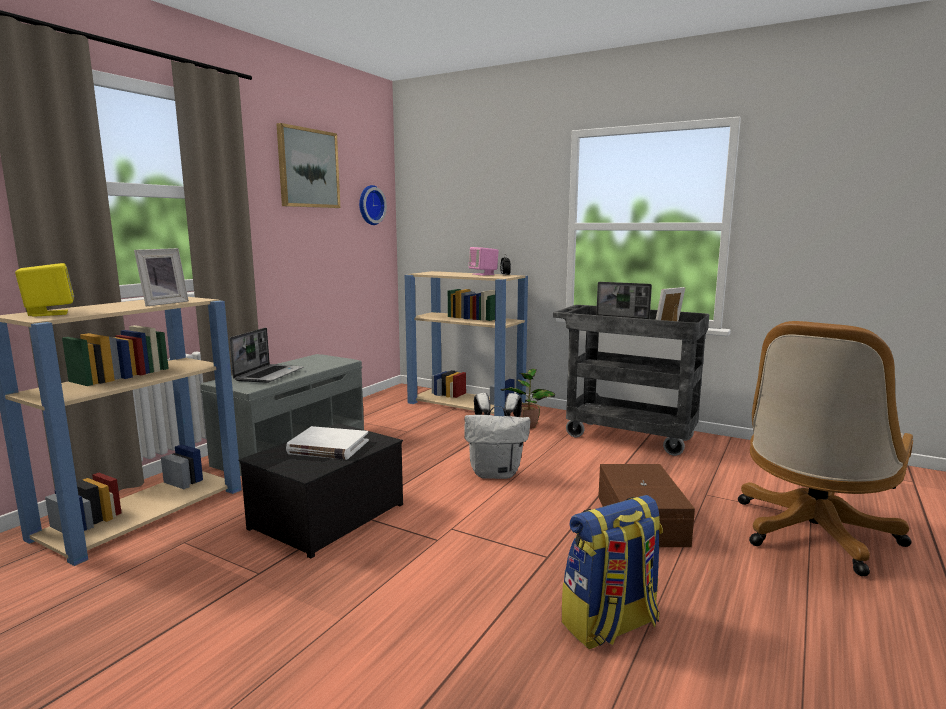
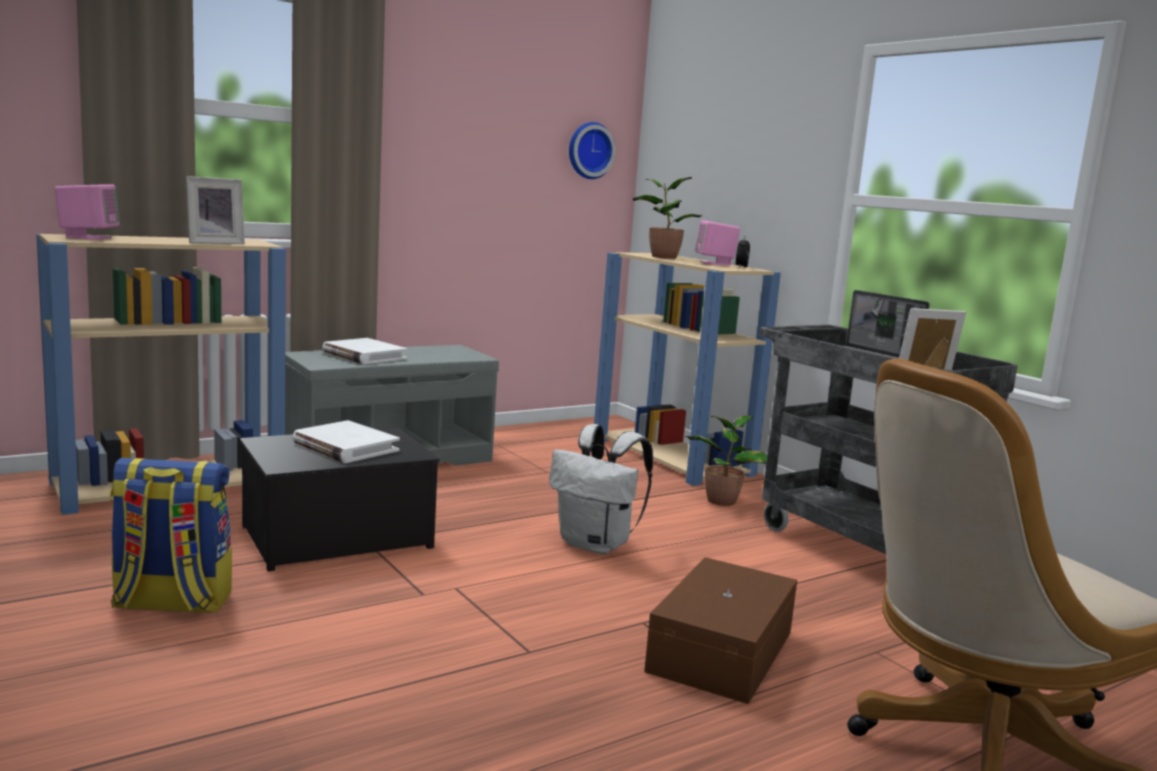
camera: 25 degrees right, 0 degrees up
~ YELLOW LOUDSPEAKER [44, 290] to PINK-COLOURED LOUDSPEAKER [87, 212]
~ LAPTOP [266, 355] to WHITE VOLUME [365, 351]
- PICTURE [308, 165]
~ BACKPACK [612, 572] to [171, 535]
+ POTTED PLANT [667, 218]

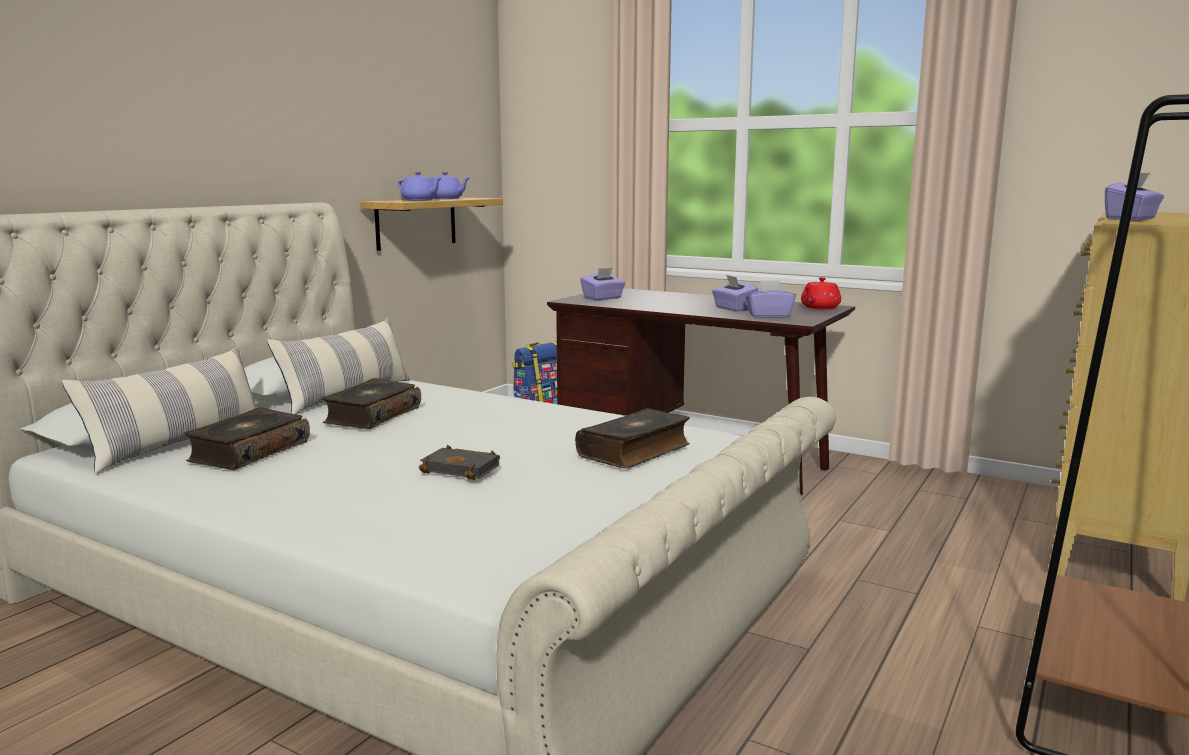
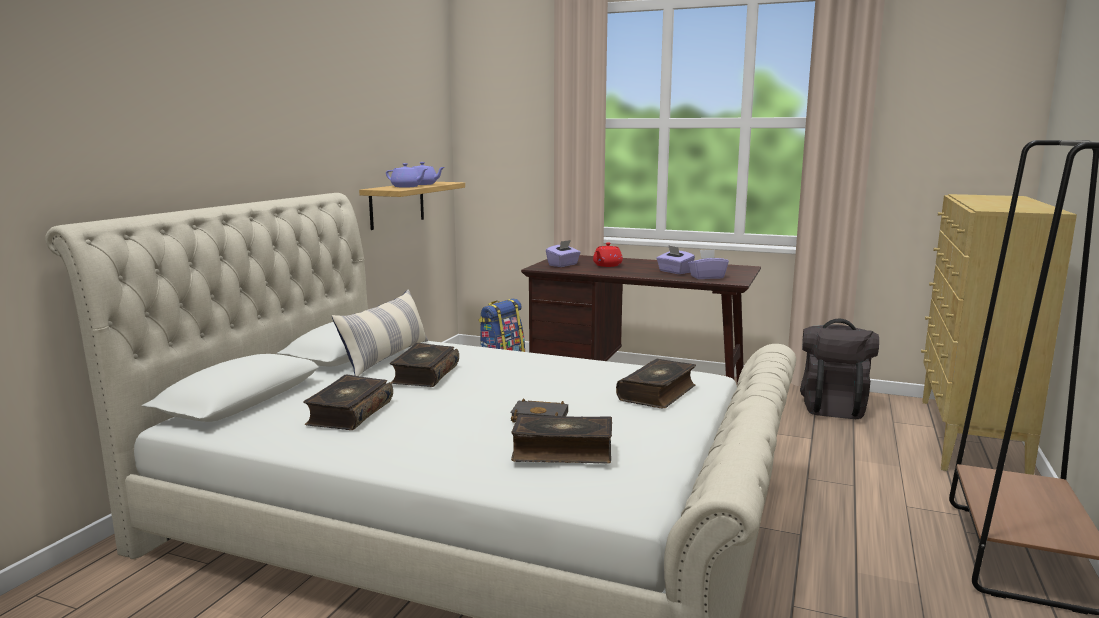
camera: 10 degrees left, 0 degrees up
- THROW PILLOW [159, 410]
~ RED-COLOURED TEAPOT [821, 293] to [608, 254]
- PURPLISH TISSUE HOLDER [1134, 196]
+ VOLUME [561, 439]
+ BLACK BACKPACK [839, 369]

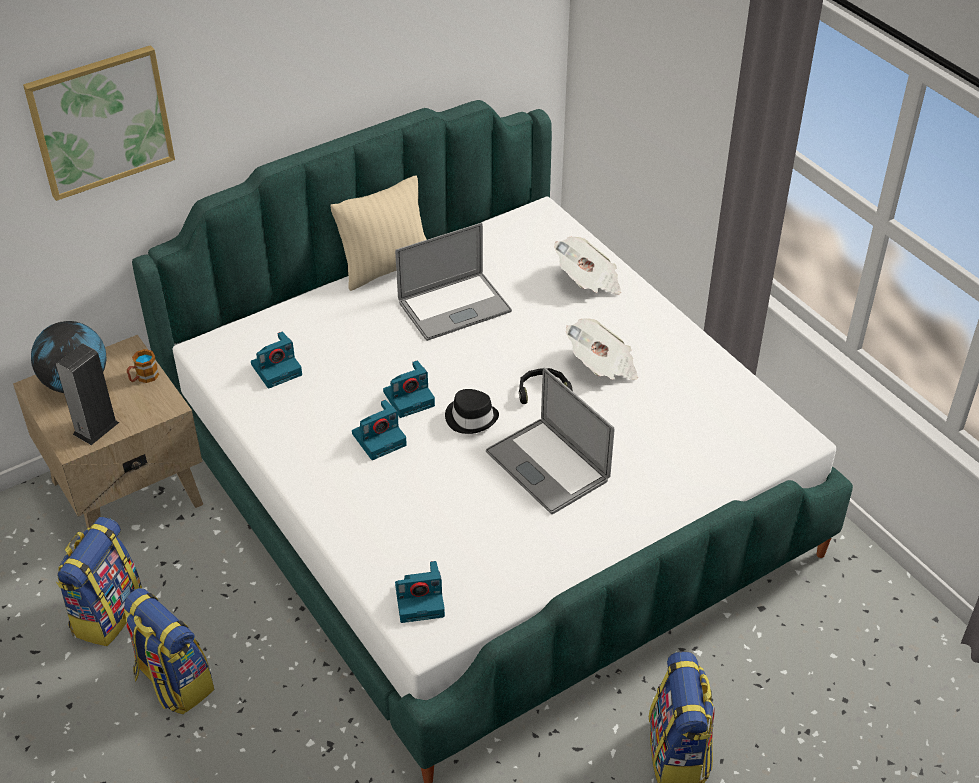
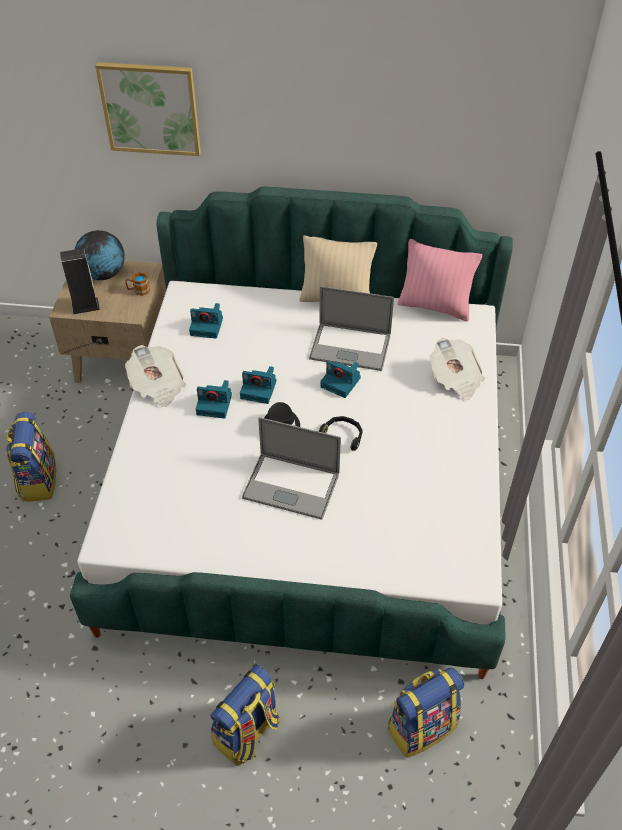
camera: 40 degrees right, 5 degrees up
~ BACKPACK [99, 581] to [426, 712]
~ PHOTO CAMERA [420, 592] to [340, 379]
~ LAPTOP [550, 440] = [291, 468] 75 degrees counterclockwise
~ DAILY PAPER [602, 349] to [155, 376]
+ PINK-COLOURED THROW PILLOW [439, 280]

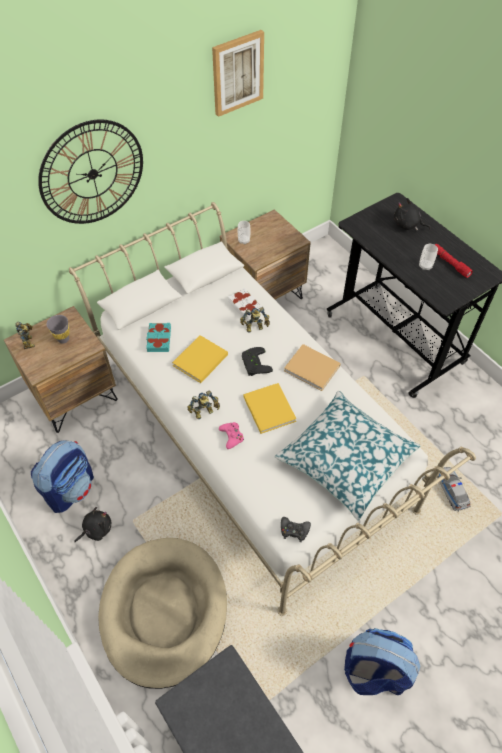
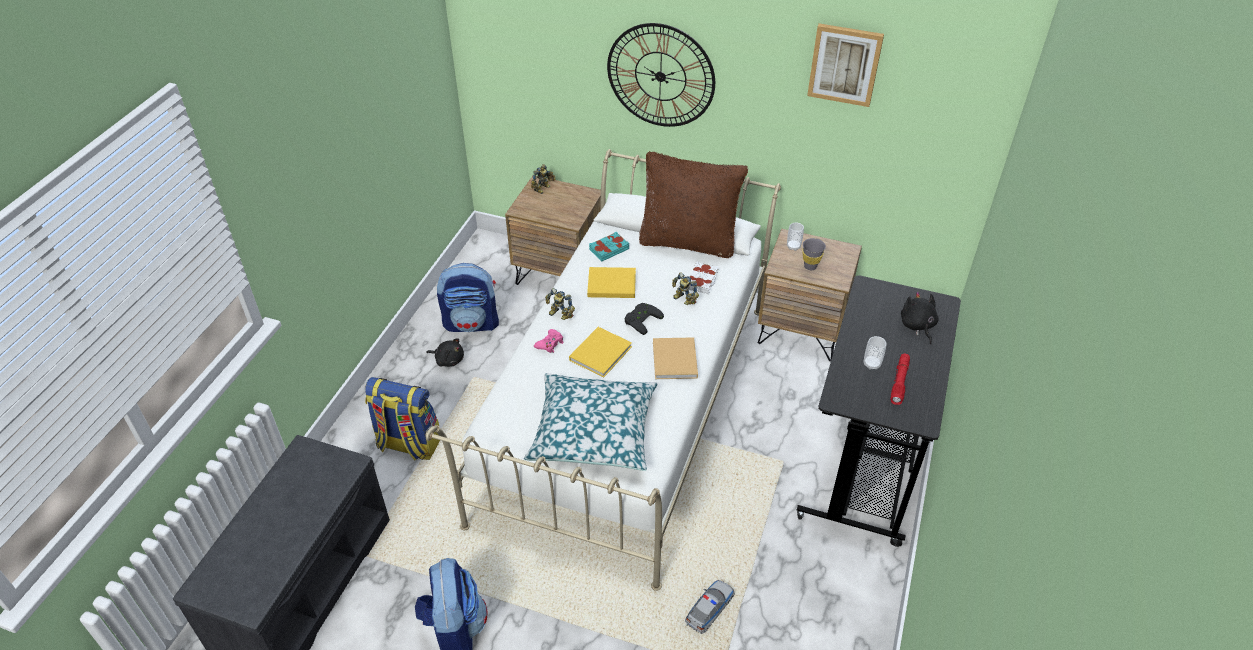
camera: 55 degrees right, 10 degrees down
~ GRAY CUP [57, 329] to [814, 254]
~ BEIGE PET BED [162, 613] to BACKPACK [402, 418]
- BLACK GAME CONTROLLER [296, 529]
+ BROWNISH THROW PILLOW [693, 205]

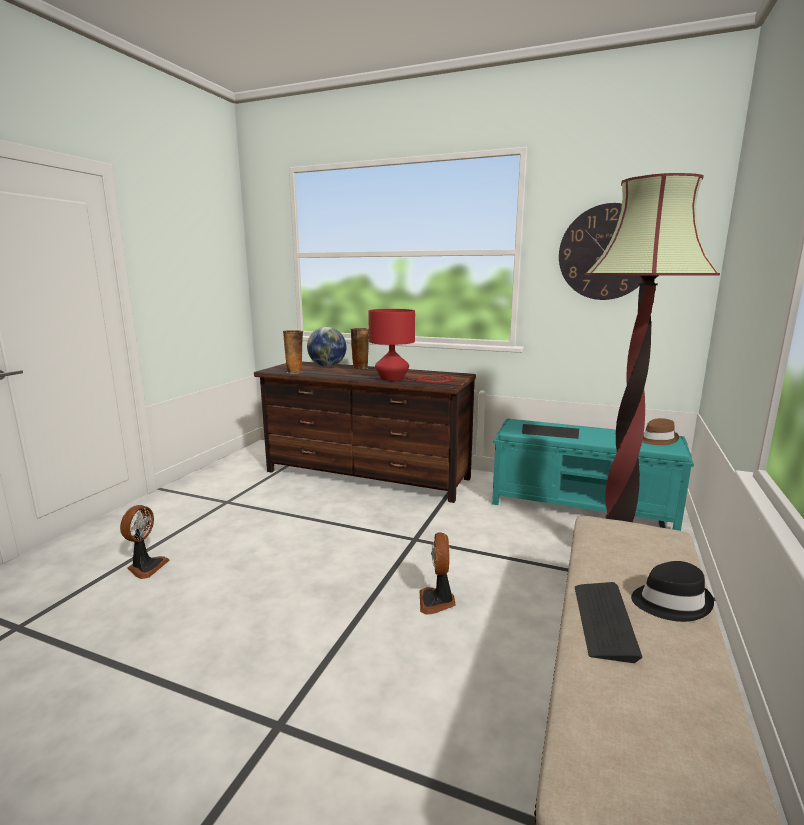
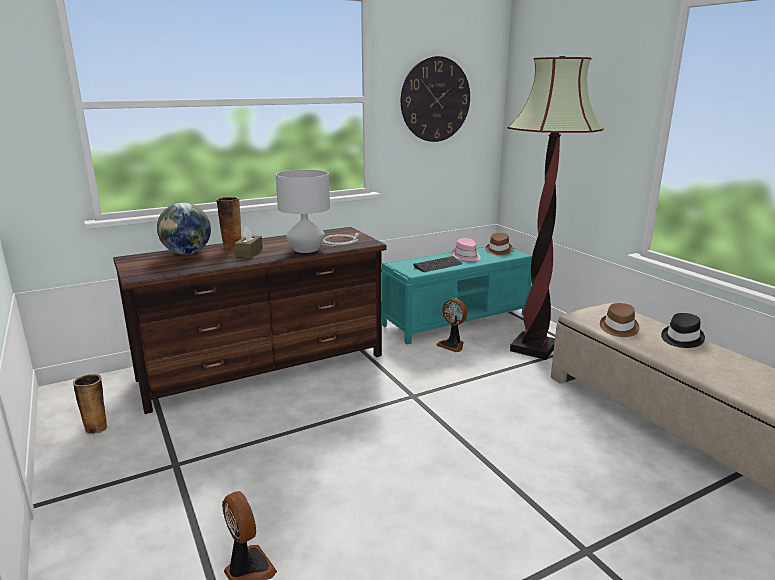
camera: 50 degrees left, 5 degrees up
~ DECORATIVE VASE [293, 352] to [90, 404]
~ RED-COLOURED TABLE LAMP [411, 345] to GRAY TABLE LAMP [317, 211]
~ COOLING FAN [437, 573] to [451, 325]
- COMPUTER KEYBOARD [609, 622]
+ BROWNISH TISSUE HOLDER [248, 242]
+ PINK-COLOURED HAT [466, 249]
+ BROWNISH HAT [619, 320]

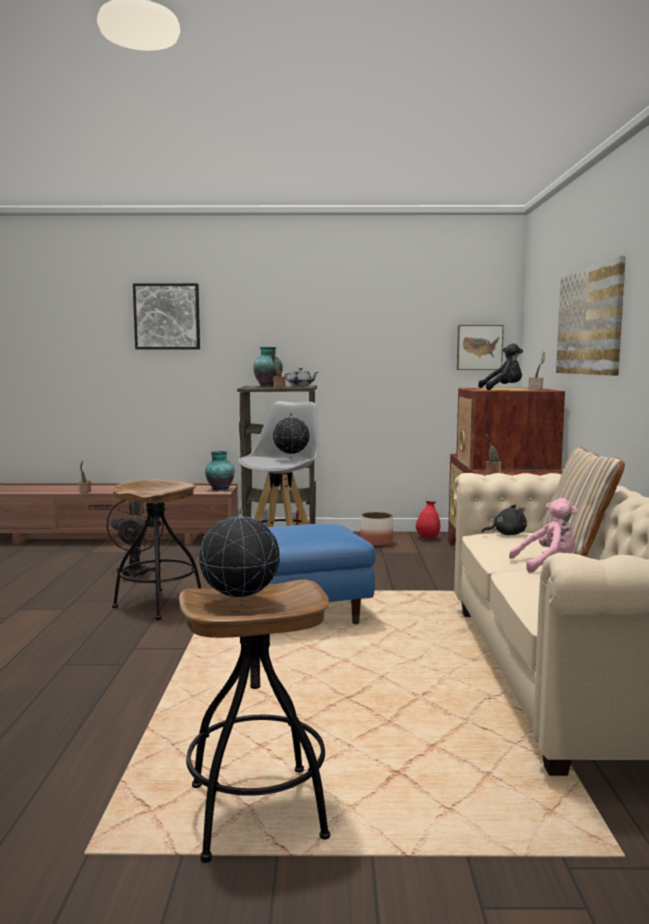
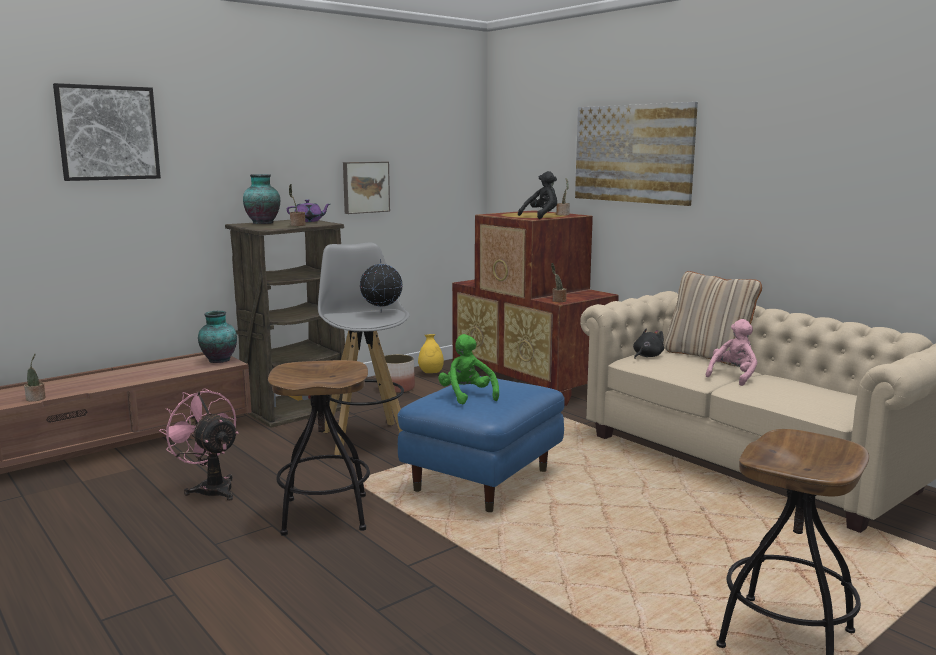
camera: 40 degrees left, 5 degrees up
~ BLACK COOLING FAN [135, 539] to PINK-COLOURED COOLING FAN [198, 444]
- DESK GLOBE [239, 556]
~ GRAY TEAPOT [301, 377] to PURPLISH TEAPOT [308, 211]
~ RED-COLOURED DECORATIVE VASE [428, 519] to YELLOW DECORATIVE VASE [431, 353]
~ PICTURE [480, 347] to [366, 188]
+ GREENISH CUDDLY TOY [468, 369]

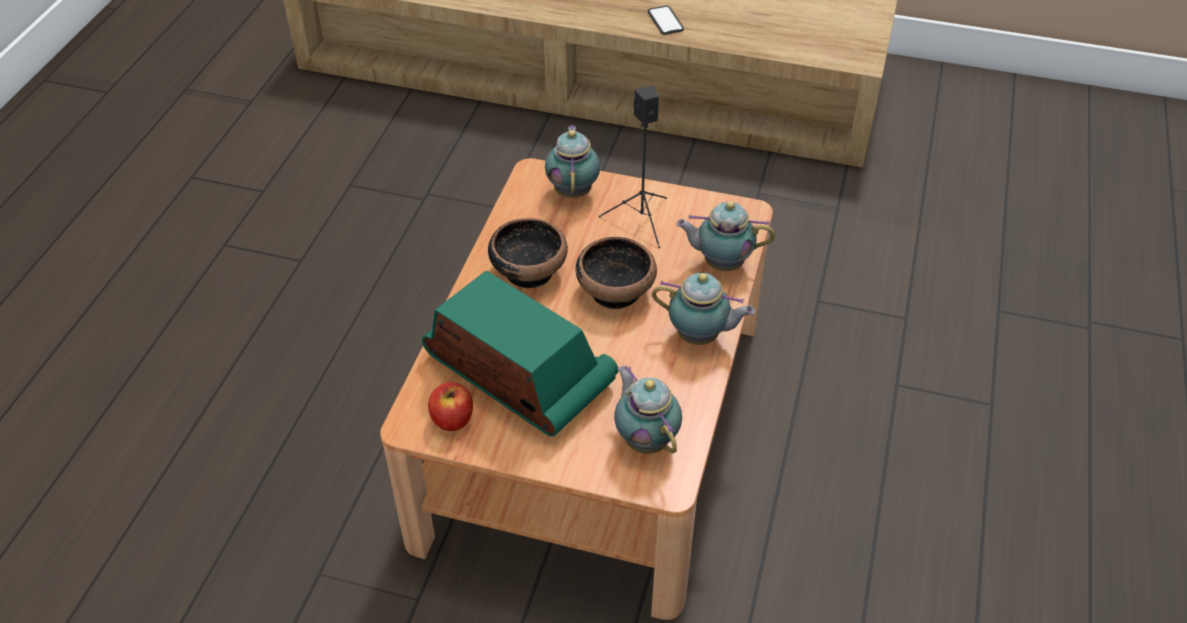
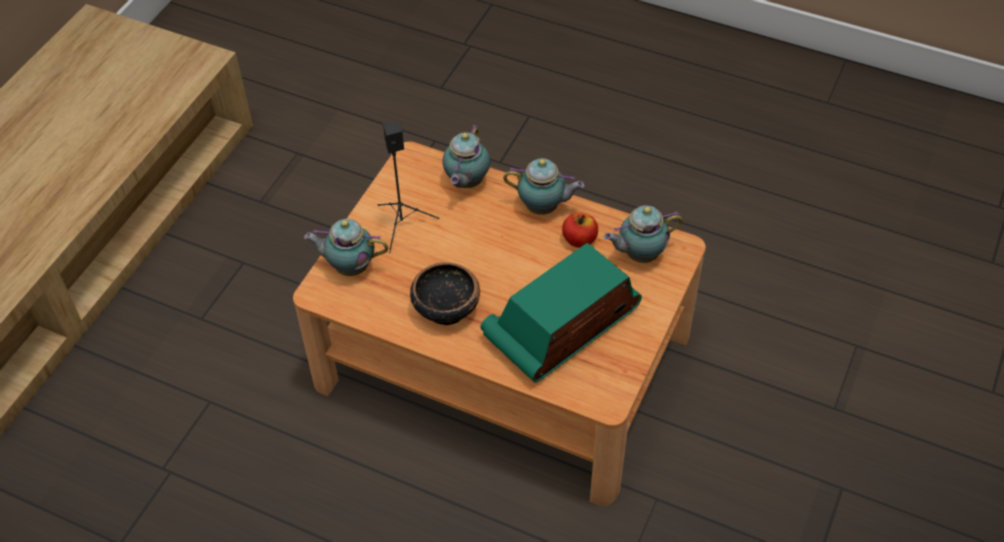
camera: 80 degrees left, 5 degrees up
~ APPLE [450, 406] to [580, 230]
- SERVING BOWL [616, 273]
- PHONE [666, 20]
~ TEAPOT [703, 309] = [543, 186] 75 degrees clockwise

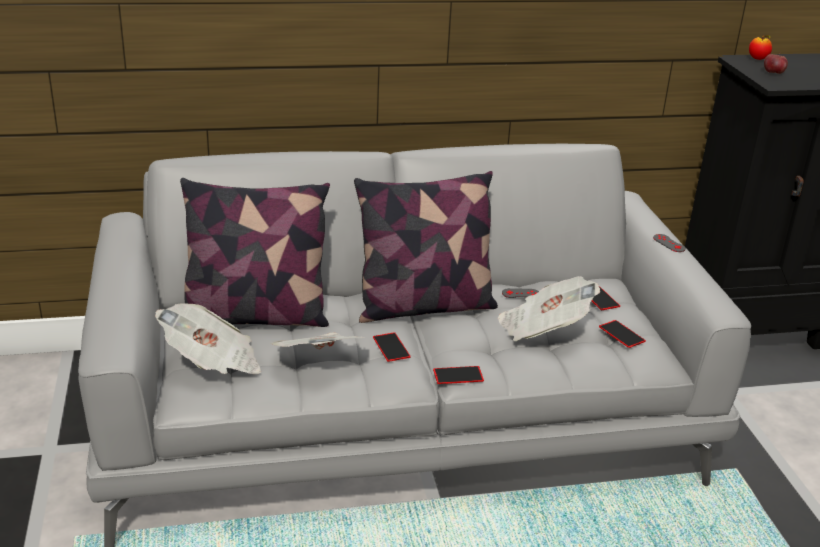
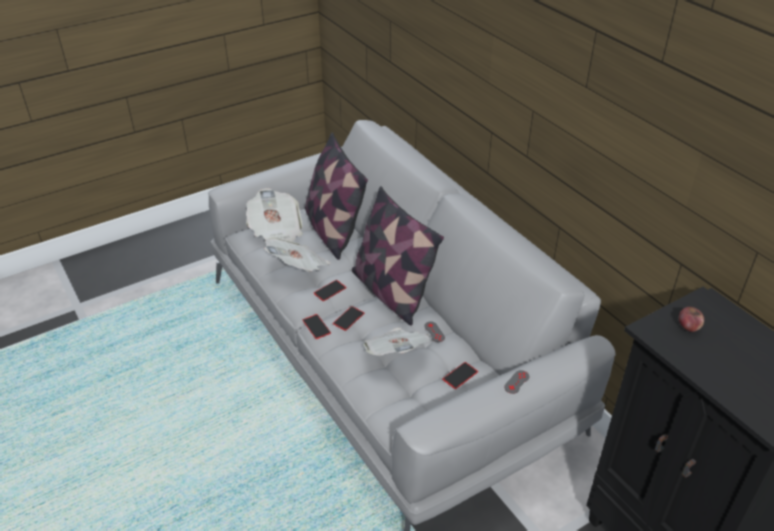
camera: 70 degrees right, 10 degrees up
~ PHONE [622, 334] to [349, 318]
- APPLE [760, 47]

